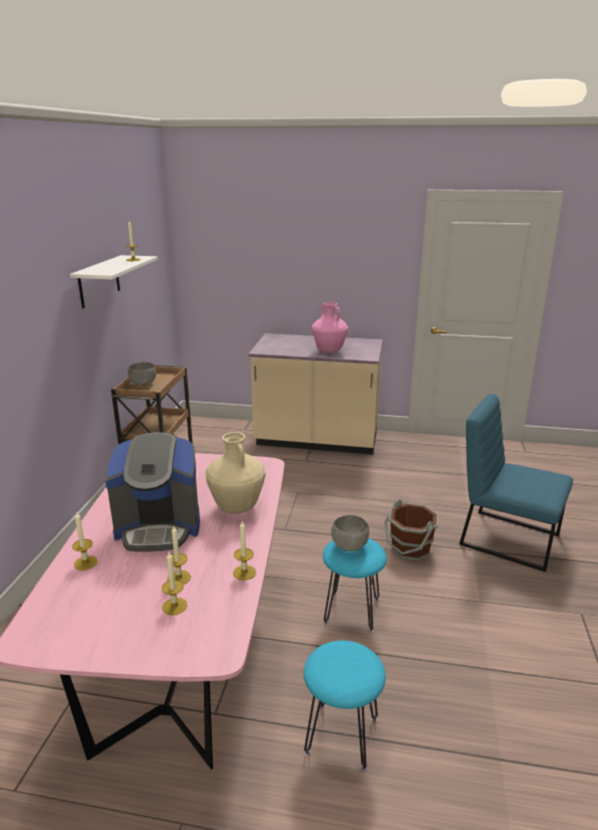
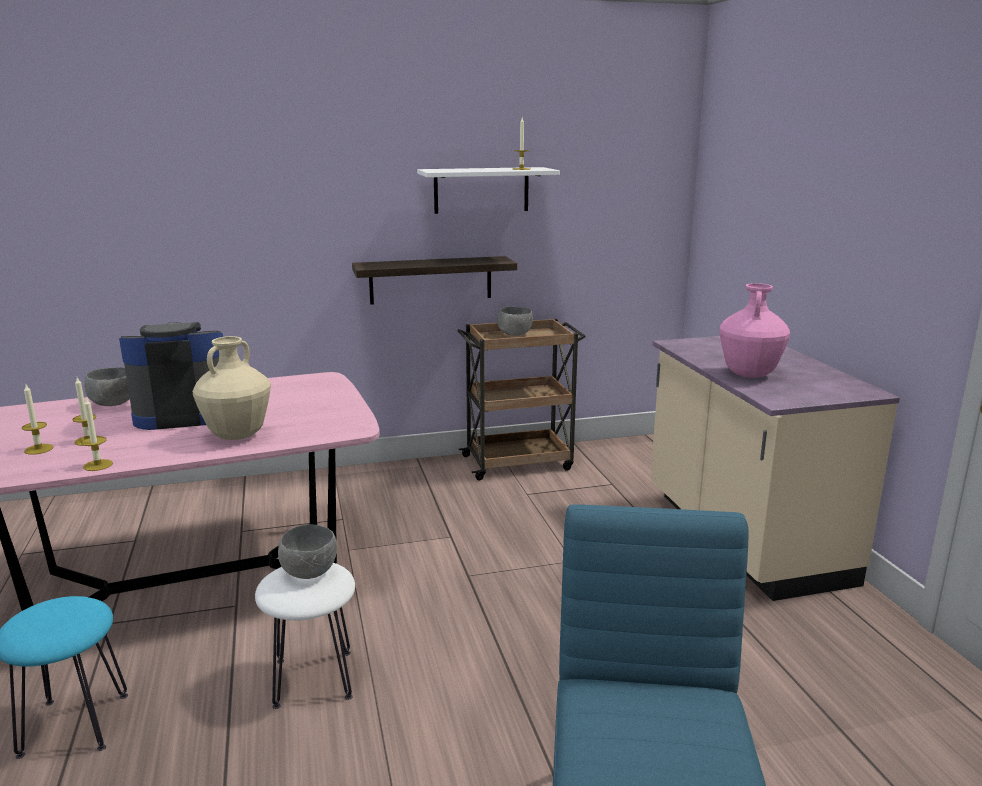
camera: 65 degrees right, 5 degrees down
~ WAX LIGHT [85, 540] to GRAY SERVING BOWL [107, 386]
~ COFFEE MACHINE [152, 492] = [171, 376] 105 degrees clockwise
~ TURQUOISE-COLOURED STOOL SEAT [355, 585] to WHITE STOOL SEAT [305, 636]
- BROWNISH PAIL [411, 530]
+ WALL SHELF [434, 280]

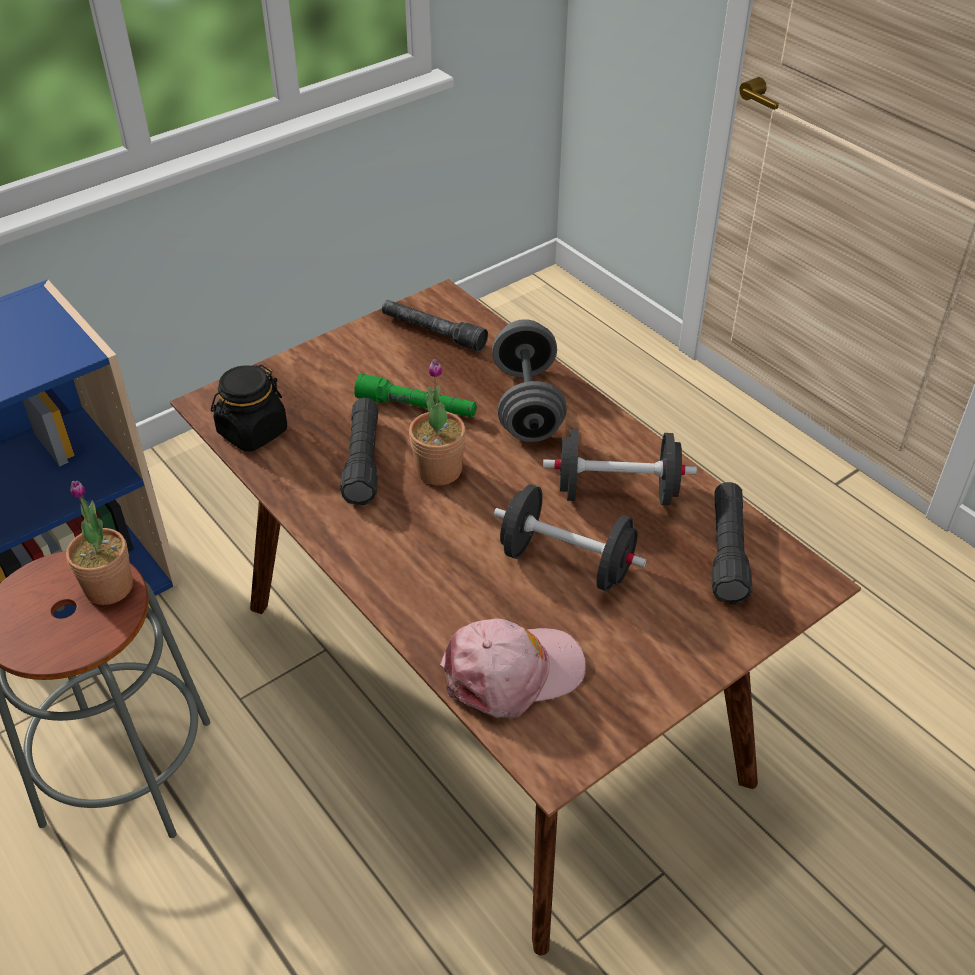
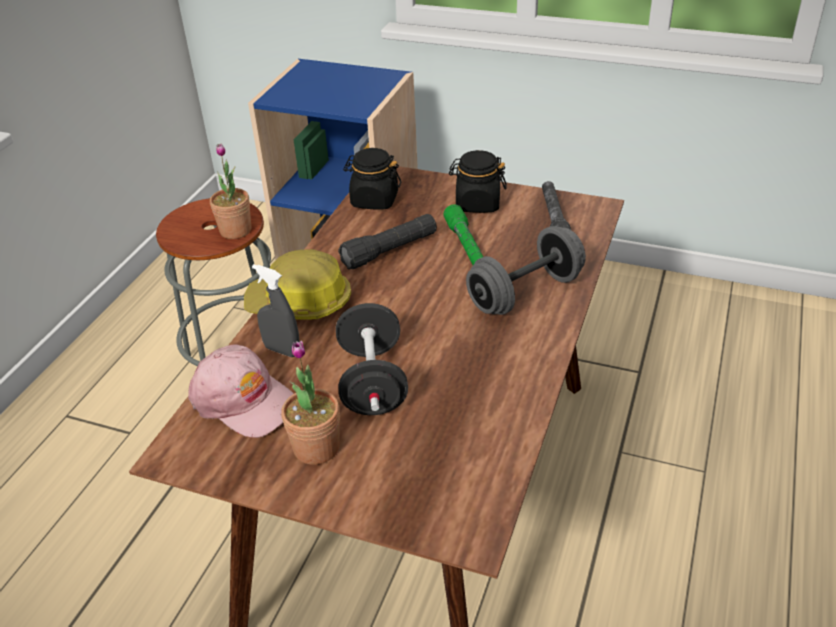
camera: 60 degrees right, 5 degrees down
~ POTTED PLANT [437, 422] to [310, 403]
- BLACK HAND WEIGHT [620, 467]
- BLACK FLASHLIGHT [732, 543]
+ HARD HAT [297, 284]
+ GRAY SPRAYER [275, 310]
+ BLACK PRESERVE JAR [478, 181]

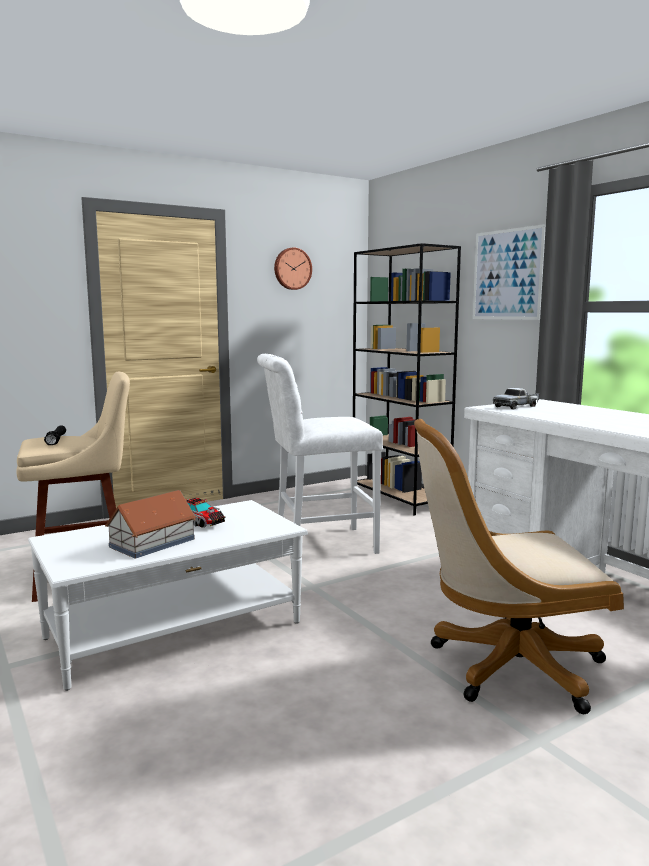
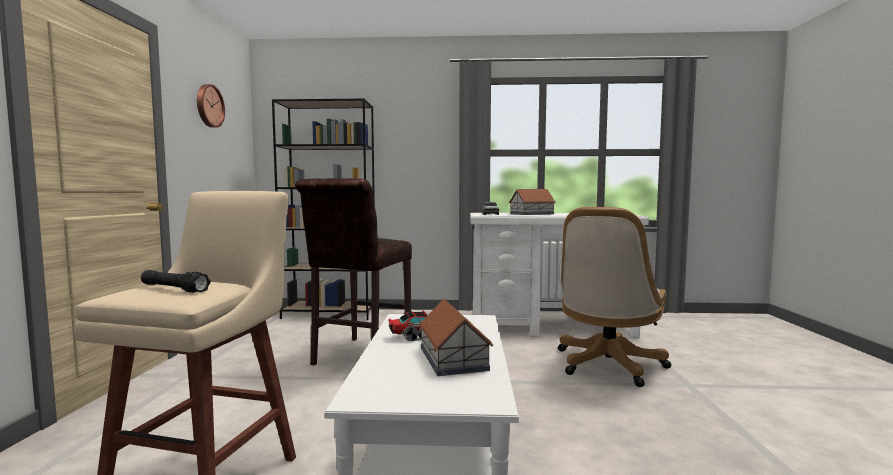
camera: 55 degrees left, 5 degrees down
~ WHITE STOOL SEAT [320, 457] to BROWNISH STOOL SEAT [353, 271]
- PICTURE [509, 272]
+ MINIATURE HOUSE [532, 202]

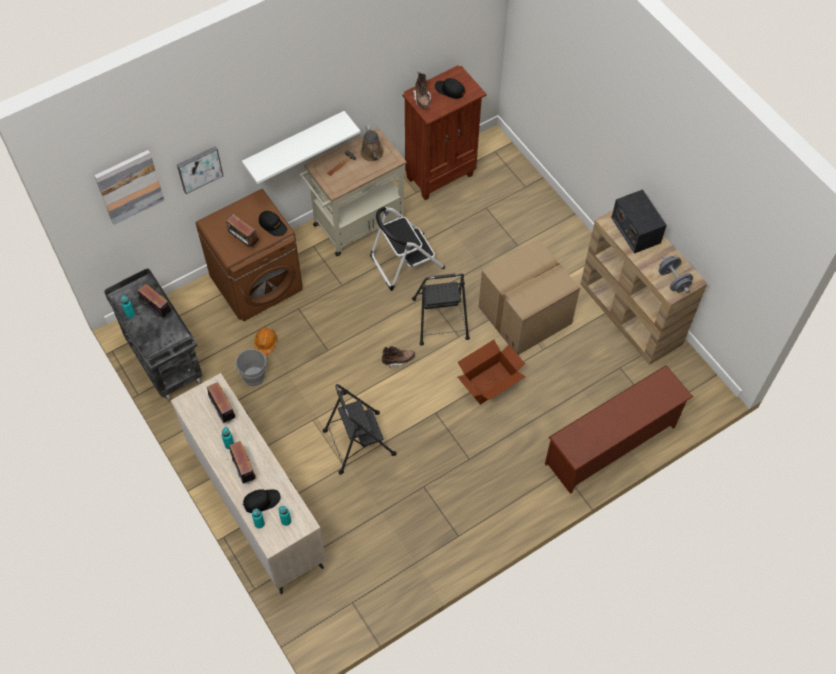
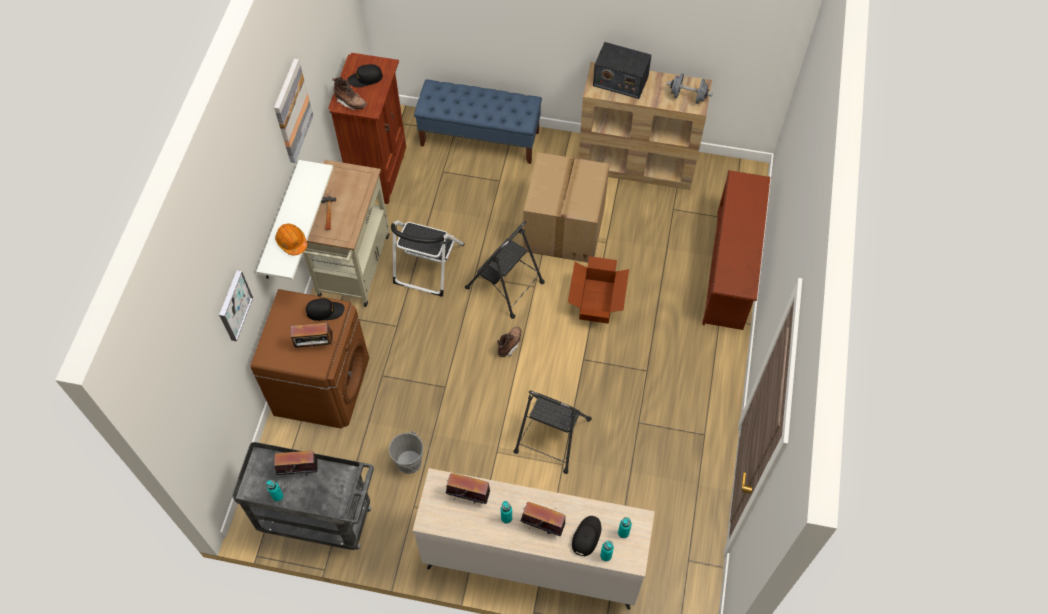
camera: 45 degrees left, 0 degrees up
~ PICTURE [129, 187] to [293, 111]
~ ORANGE HARD HAT [265, 341] to [291, 239]
- BROWNISH WATERING CAN [372, 143]
+ BLUE INDOOR BENCH [478, 121]

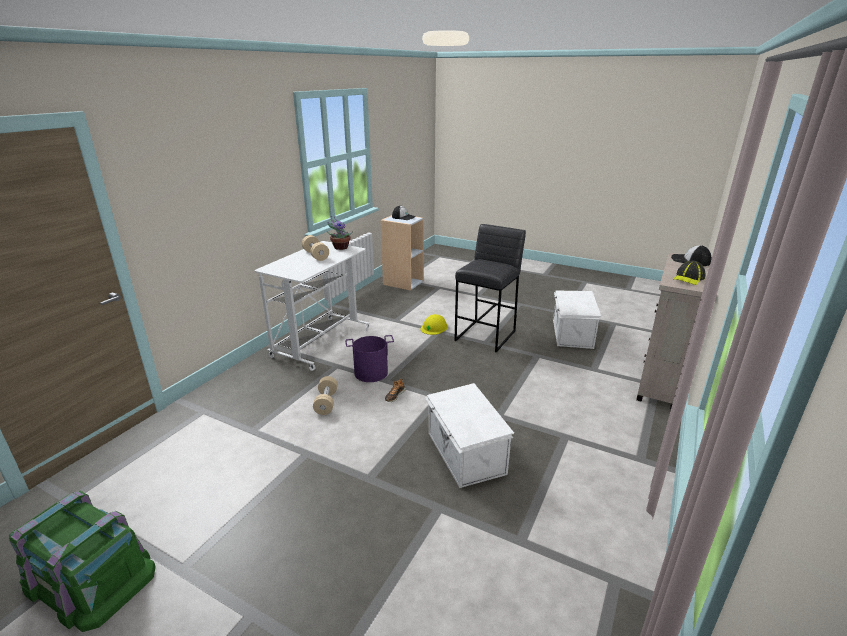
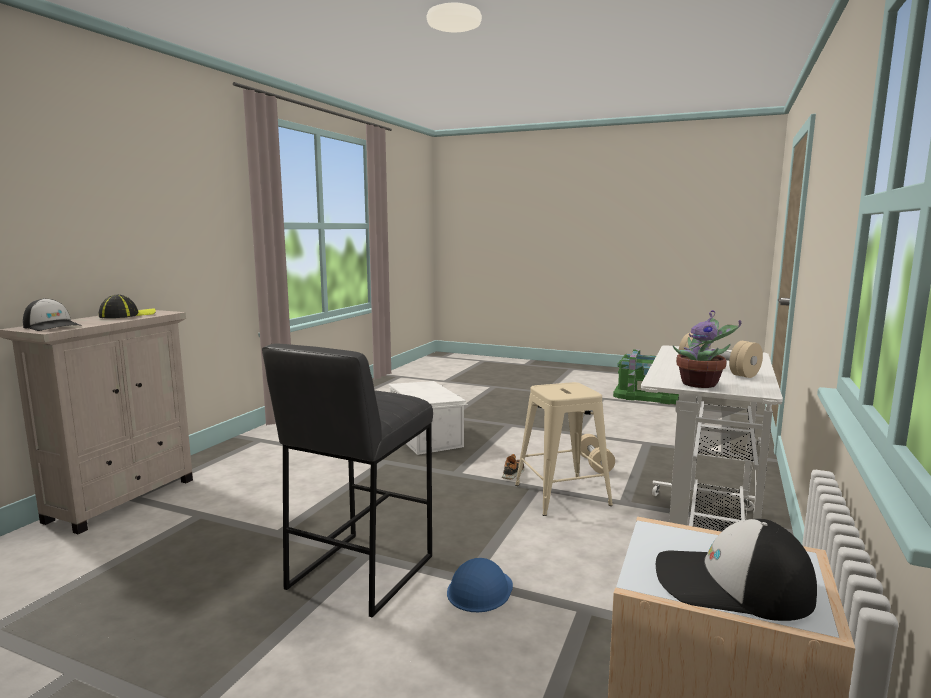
camera: 175 degrees right, 15 degrees down
~ PURPLISH PAIL [369, 358] to BEIGE STOOL SEAT [564, 449]
~ YELLOW HARD HAT [434, 324] to BLUE HARD HAT [480, 585]
- WHITE STORAGE BOX [577, 319]

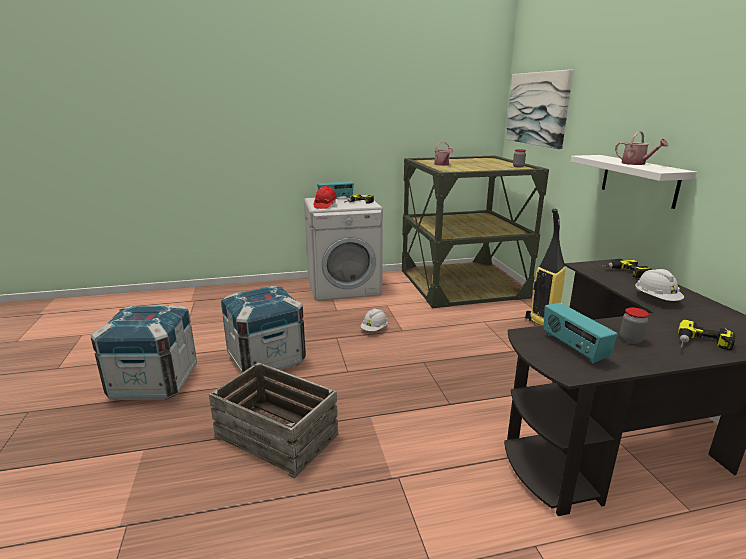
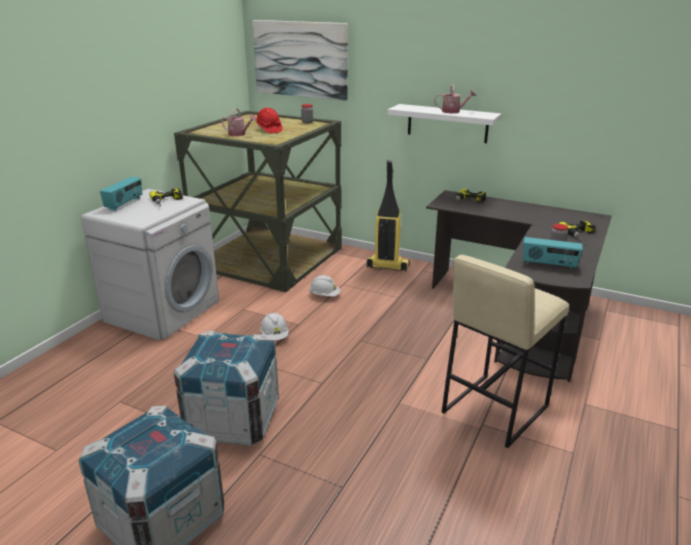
camera: 50 degrees left, 5 degrees up
- PACKING CRATE [273, 420]
~ RED-COLOURED HARD HAT [325, 197] to [269, 120]
~ WHITE HARD HAT [659, 285] to [324, 286]
+ BEIGE STOOL SEAT [505, 351]

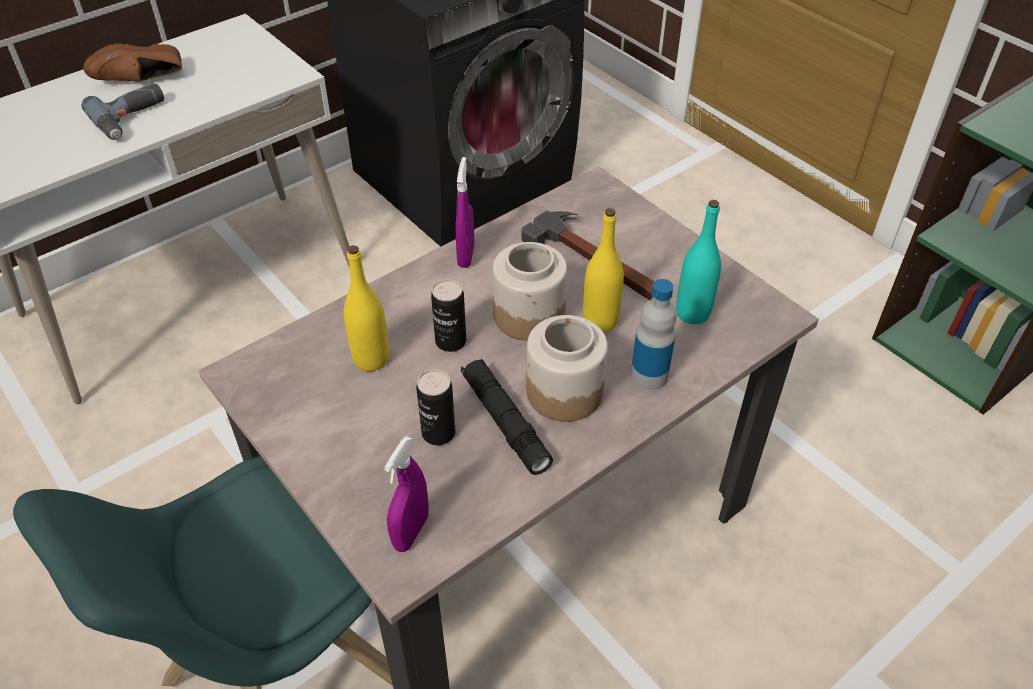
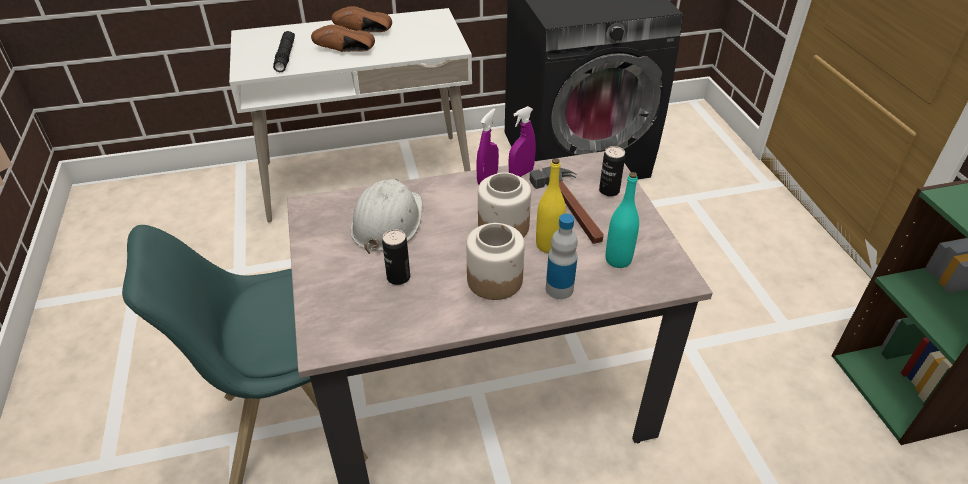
camera: 25 degrees right, 5 degrees down
~ ELECTRIC DRILL [122, 112] to BROWNISH LOW SHOE [343, 38]
~ YELLOW DRINK BOTTLE [366, 308] to WHITE HARD HAT [386, 216]
~ PURPLISH SPRAYER [406, 494] to [522, 141]
~ CAN [448, 315] to [612, 171]
~ BLACK FLASHLIGHT [507, 416] to [284, 51]

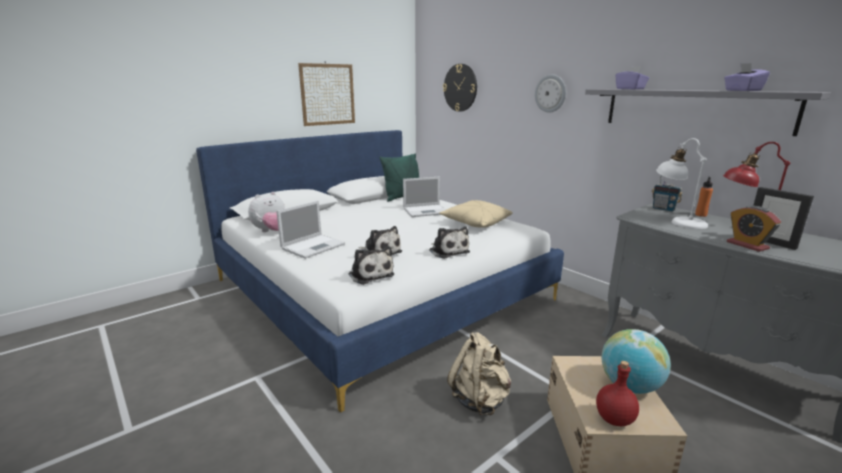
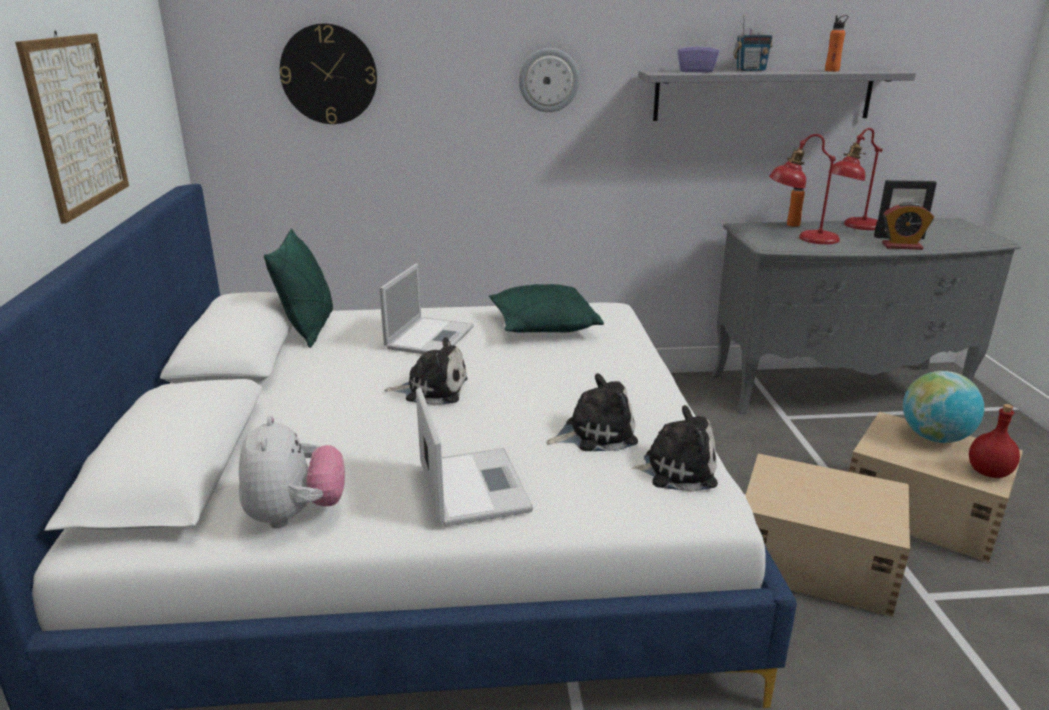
camera: 55 degrees left, 5 degrees up
~ CUDDLY TOY [450, 242] to [426, 371]
~ BEIGE THROW PILLOW [476, 214] to GREENISH THROW PILLOW [546, 308]
~ BEIGE BACKPACK [479, 373] to BEIGE STORAGE BOX [827, 535]
~ RADIO RECEIVER [667, 193] to [753, 43]
~ WHITE TABLE LAMP [682, 183] to RED-COLOURED TABLE LAMP [804, 189]
~ PURPLISH TISSUE HOLDER [747, 77] to ORANGE DRINK BOTTLE [836, 43]

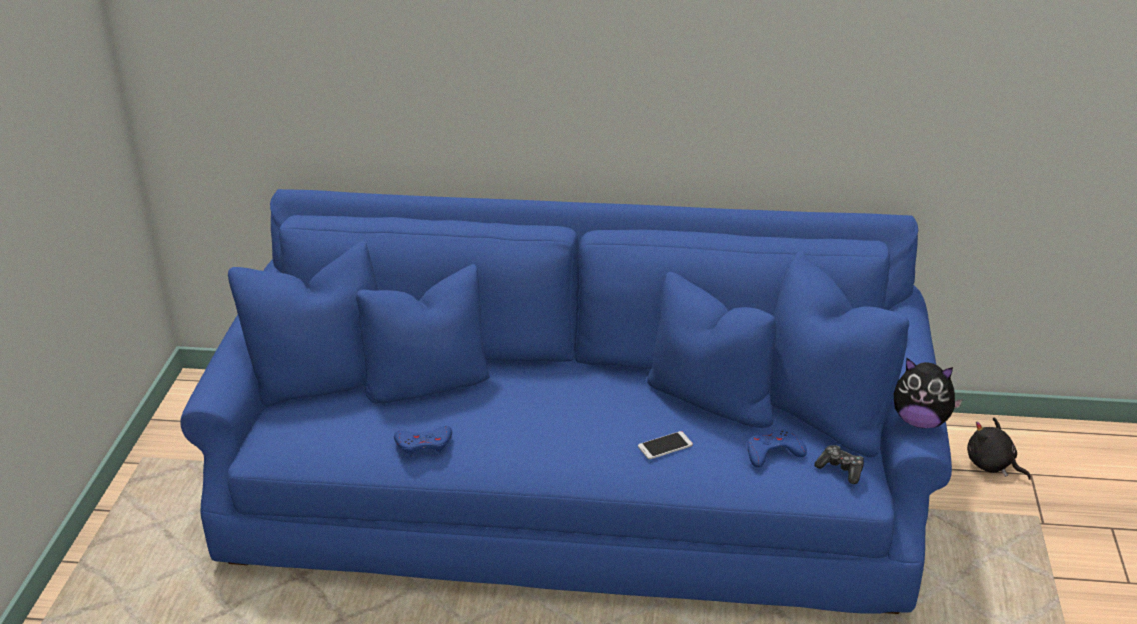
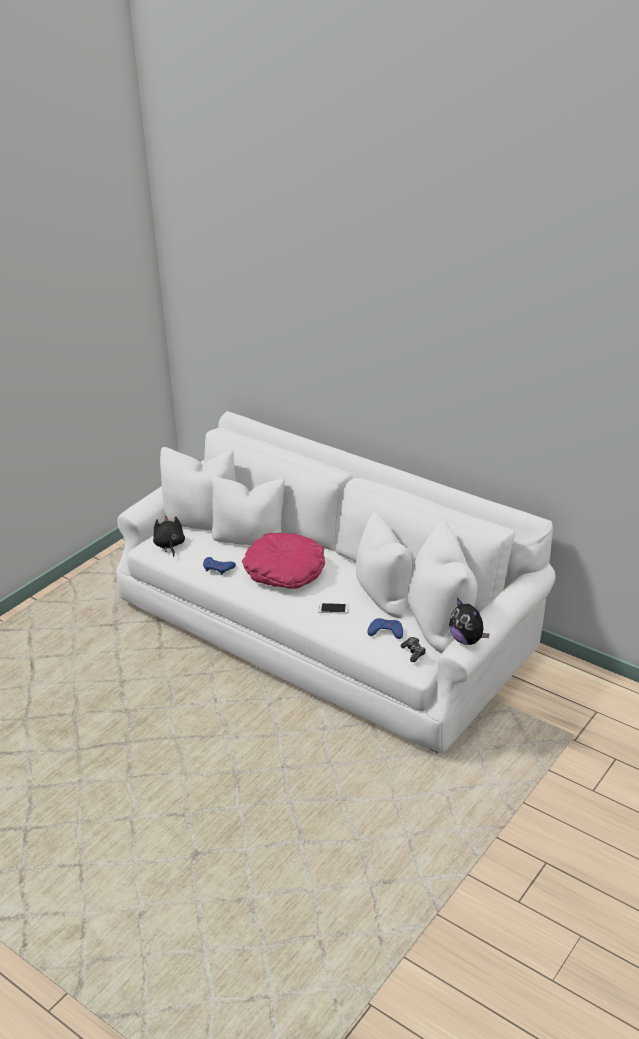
camera: 30 degrees right, 0 degrees up
~ BLUE COUCH [566, 401] to WHITE COUCH [335, 582]
~ BLACK CUDDLY TOY [999, 448] to [169, 536]
+ PINK-COLOURED THROW PILLOW [283, 561]

